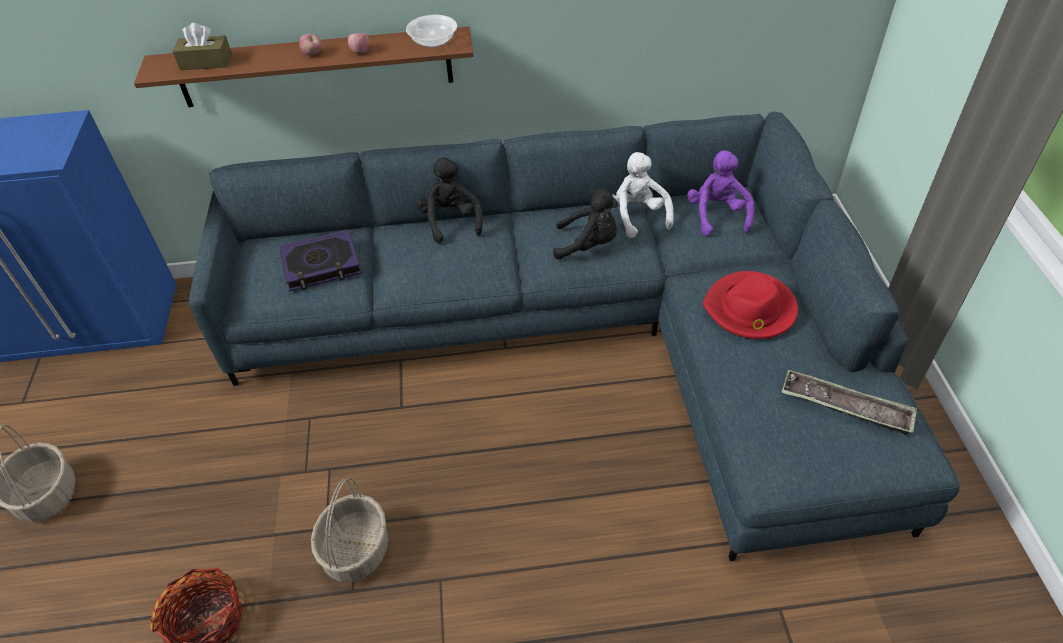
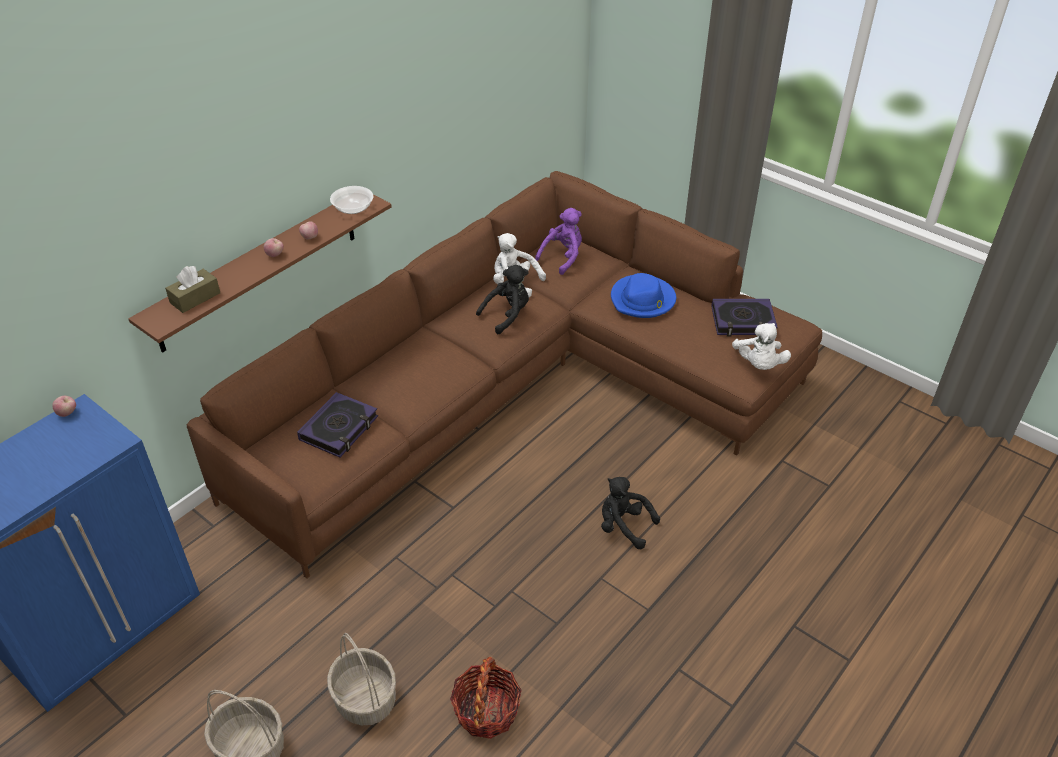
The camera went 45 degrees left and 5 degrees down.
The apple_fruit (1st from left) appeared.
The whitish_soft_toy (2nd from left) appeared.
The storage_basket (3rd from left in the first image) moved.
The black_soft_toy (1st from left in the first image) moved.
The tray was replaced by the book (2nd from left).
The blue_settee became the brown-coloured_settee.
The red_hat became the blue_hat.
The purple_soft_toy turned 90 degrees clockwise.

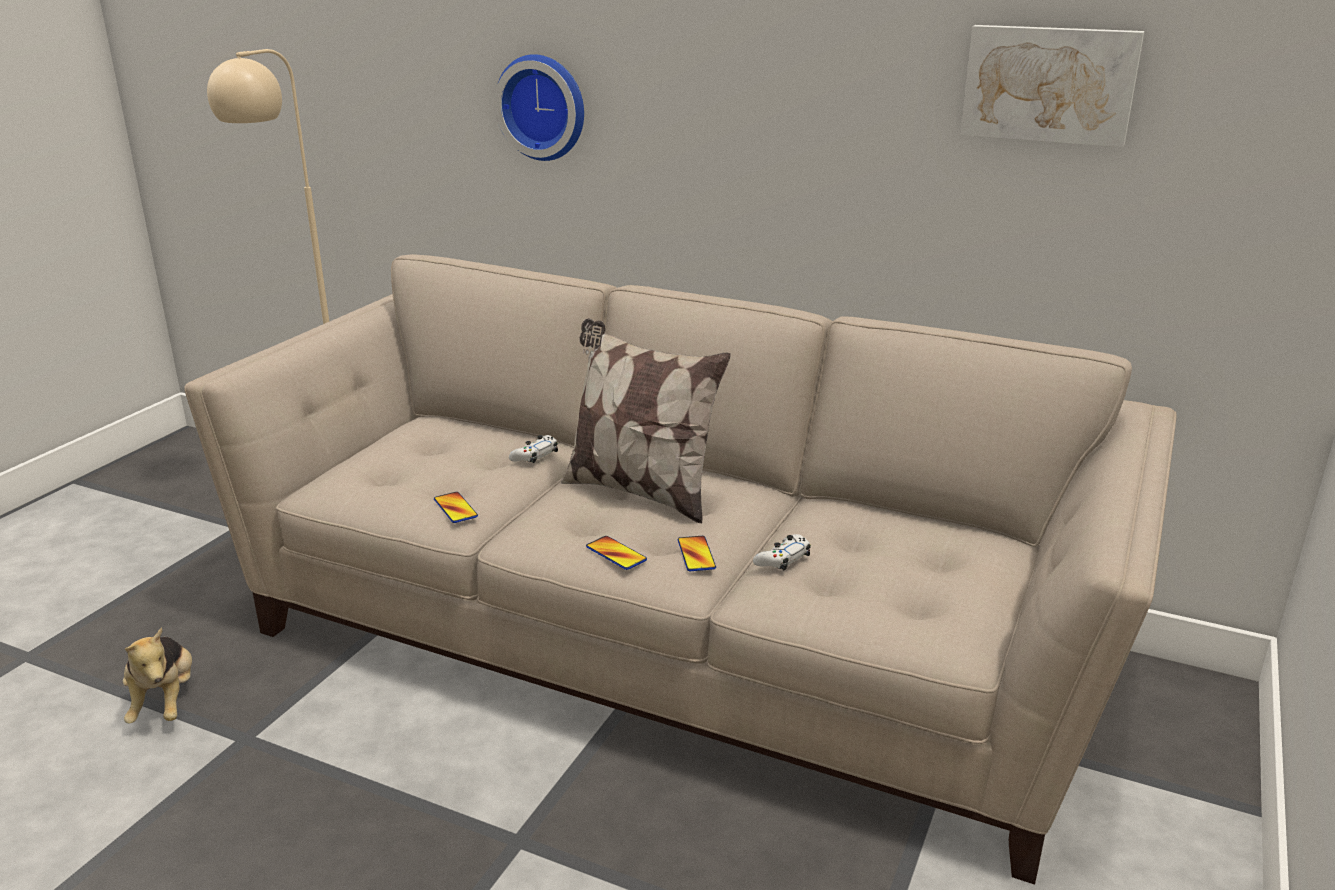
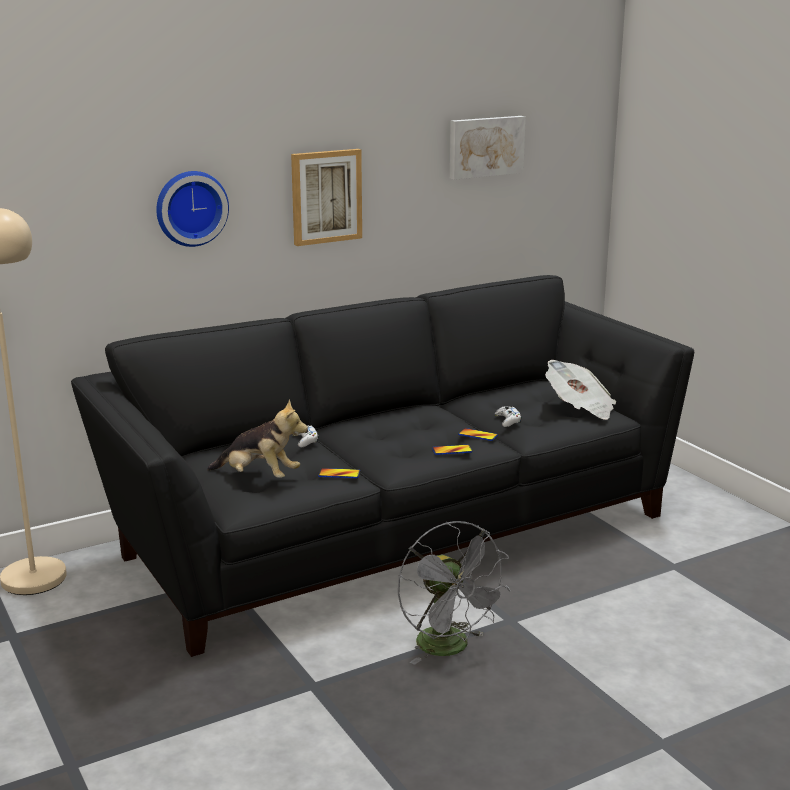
The camera went 55 degrees left and 5 degrees down.
The cushion disappeared.
The wall_picture (1st from left) appeared.
The grey_electric_fan appeared.
The daily_paper appeared.
The soft_toy moved.
The beige_settee became the black_settee.

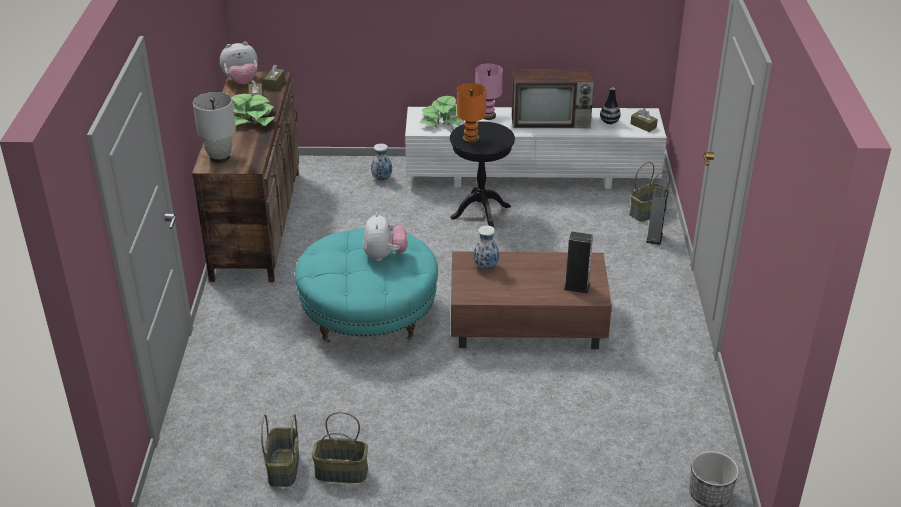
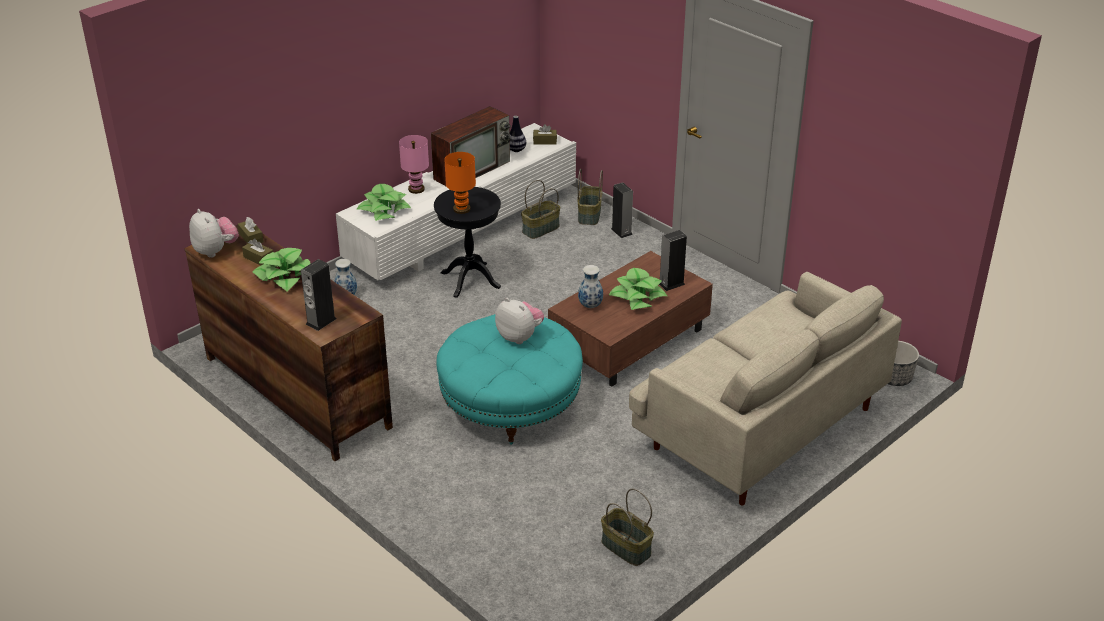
The camera went 45 degrees left and 0 degrees up.
The potted_plant (3rd from left) appeared.
The beige_settee appeared.
The storage_basket (2nd from left in the first image) moved.
The whitish_tabletop_lamp was replaced by the audio_speaker (1st from left).
The soft_toy (1st from left) turned 60 degrees counterclockwise.

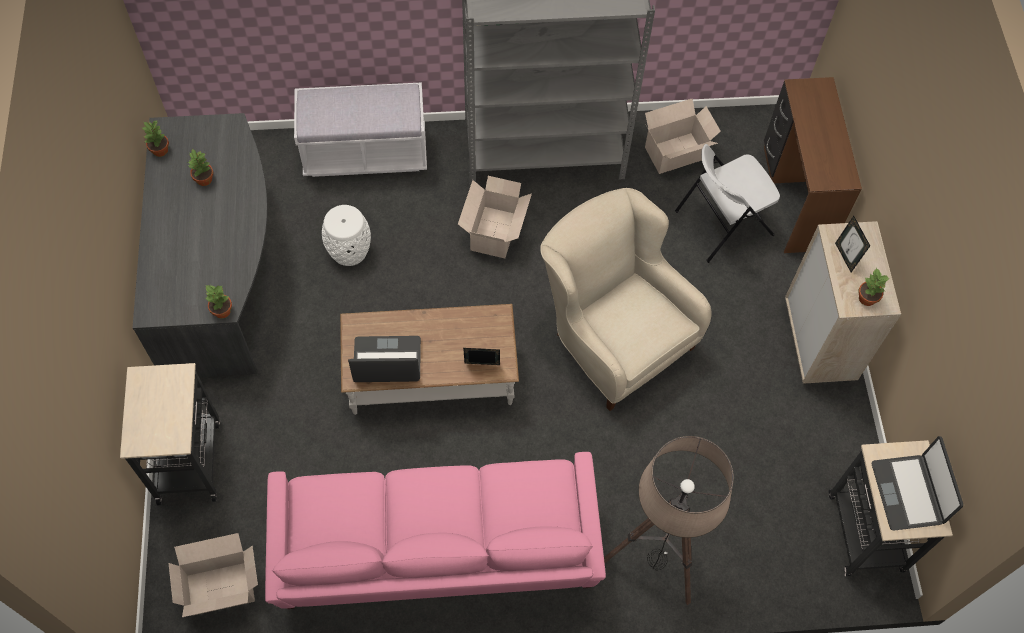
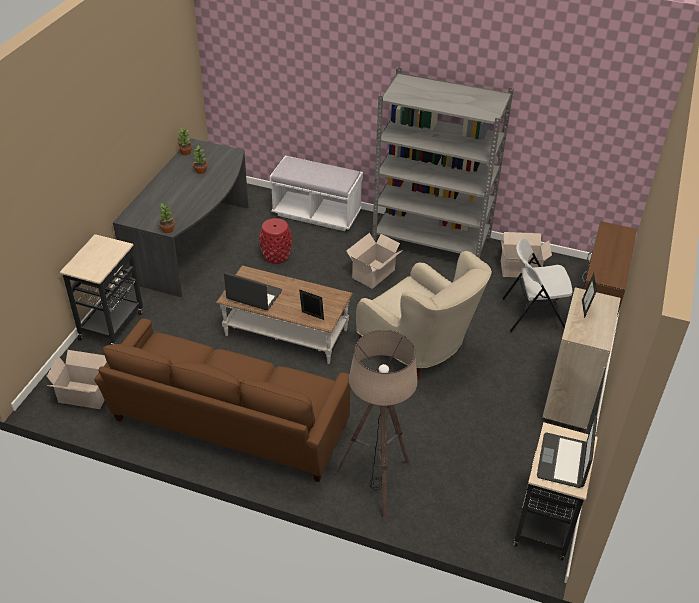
The camera went 25 degrees right and 20 degrees down.
The potted_plant (4th from left) disappeared.
The pinkish_settee became the brown-coloured_settee.
The whitish_stool became the red_stool.
The beige_easy_chair turned 150 degrees clockwise.

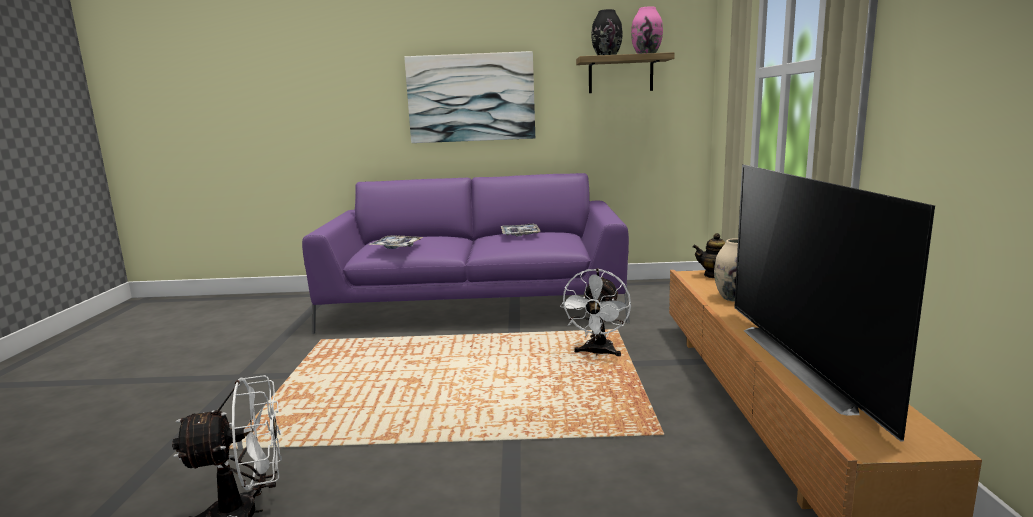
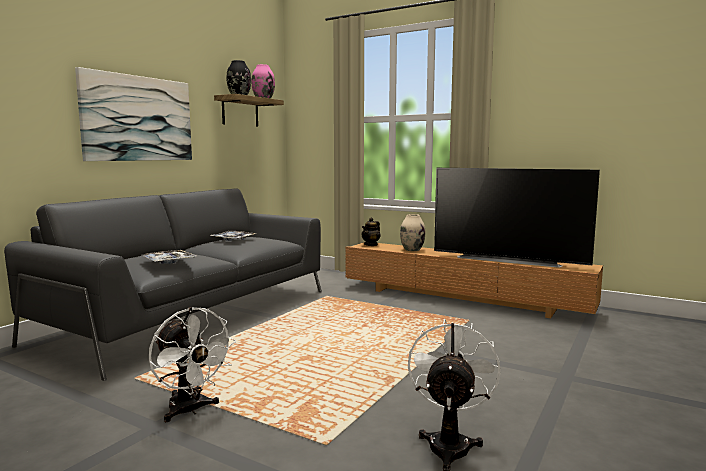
The camera went 60 degrees left and 5 degrees down.
The whitish_electric_fan (2nd from left in the first image) moved.
The purple_settee became the grey_settee.

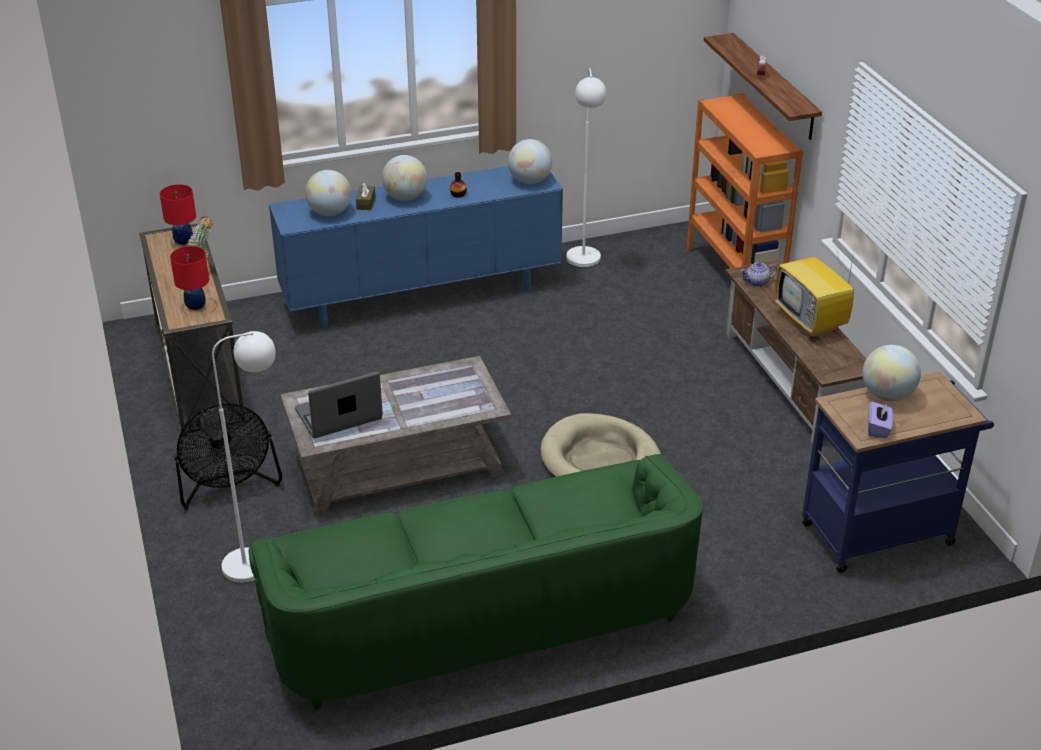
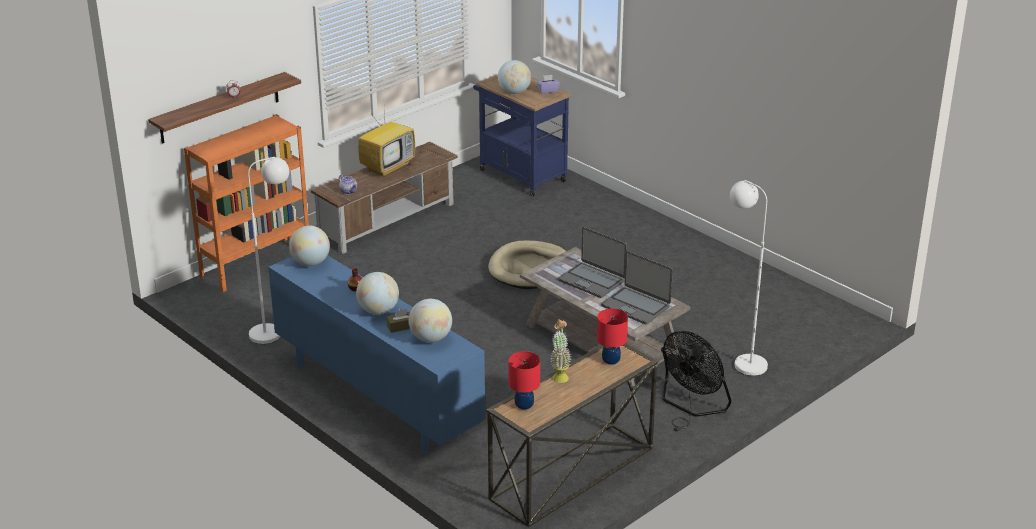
The camera went 115 degrees left and 5 degrees down.
The green-coloured_settee disappeared.
The notebook_computer (1st from left) appeared.

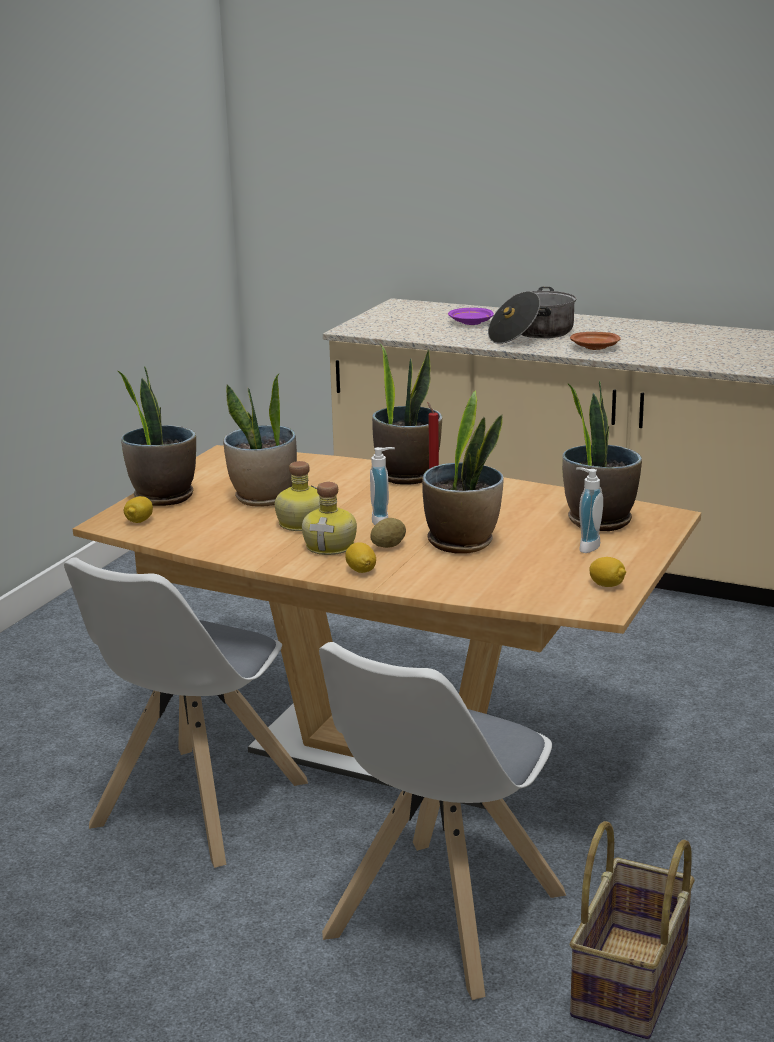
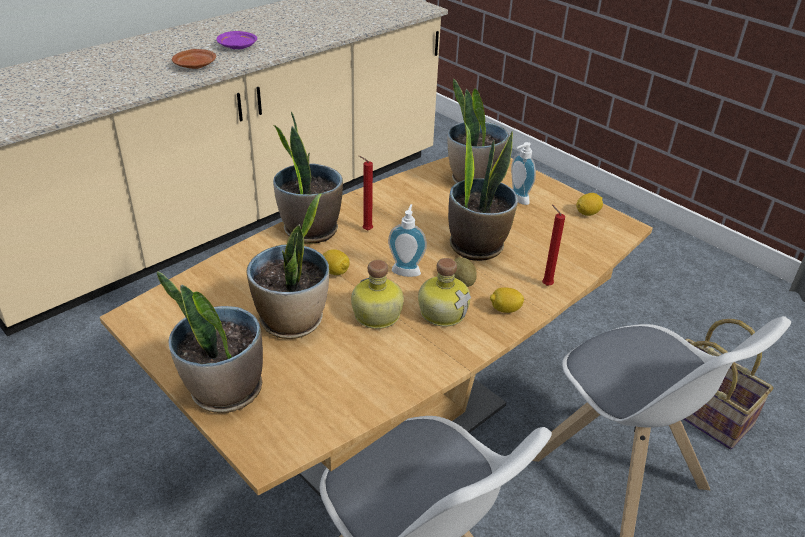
The camera went 70 degrees left and 15 degrees up.
The cooking_pot disappeared.
The red_candle (2nd from left) appeared.
The whole_lemon (1st from left) moved.
The purple_plate moved.

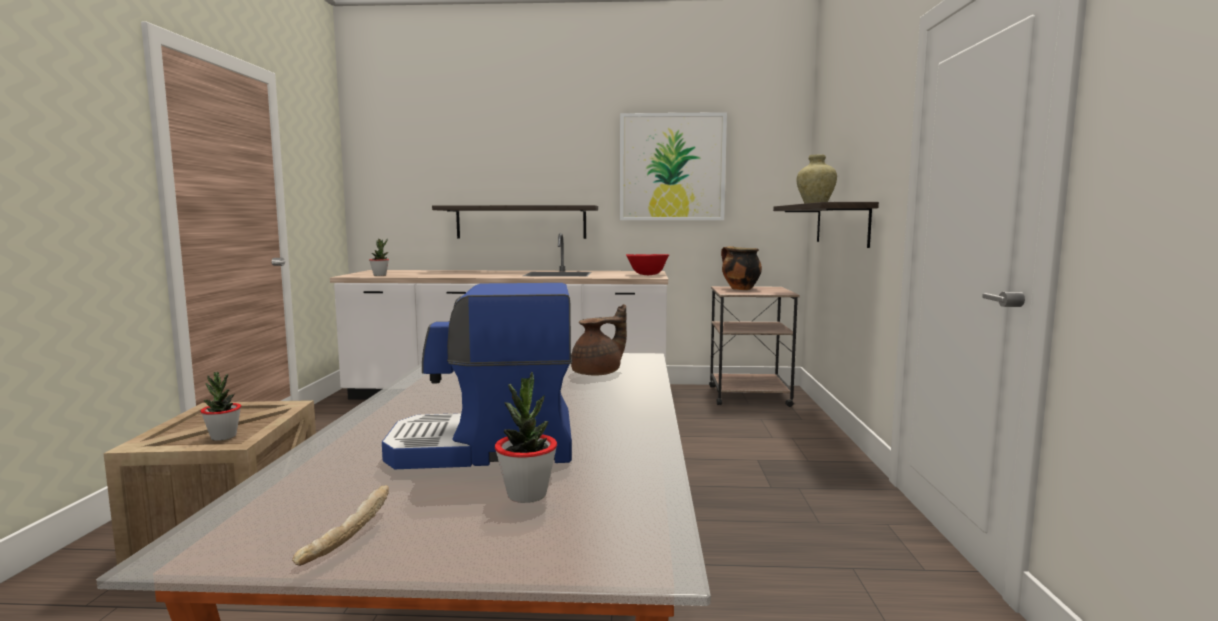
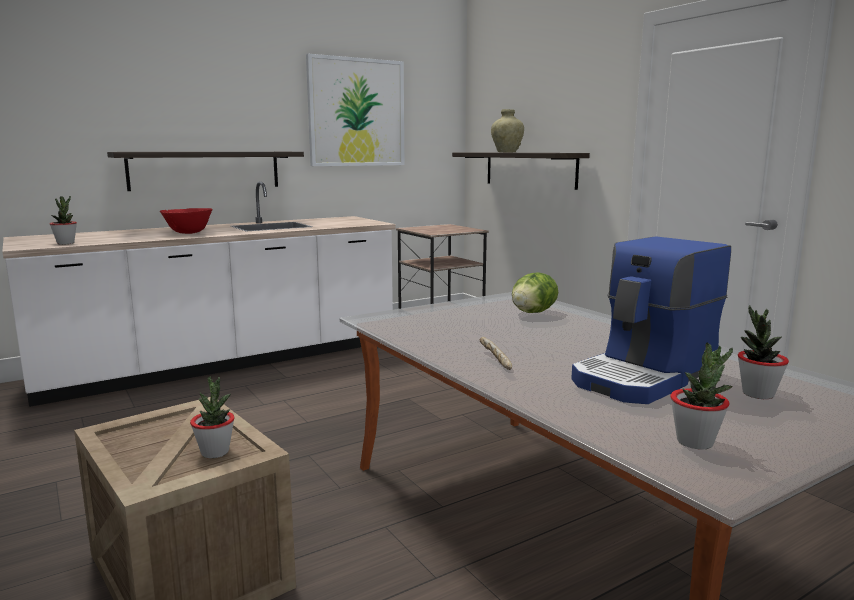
The camera went 35 degrees left and 5 degrees up.
The cooking_pot disappeared.
The potted_plant (3rd from left) appeared.
The bread moved.
The red_serving_bowl moved.
The brown-coloured_pot_for_tea was replaced by the head_of_lettuce.

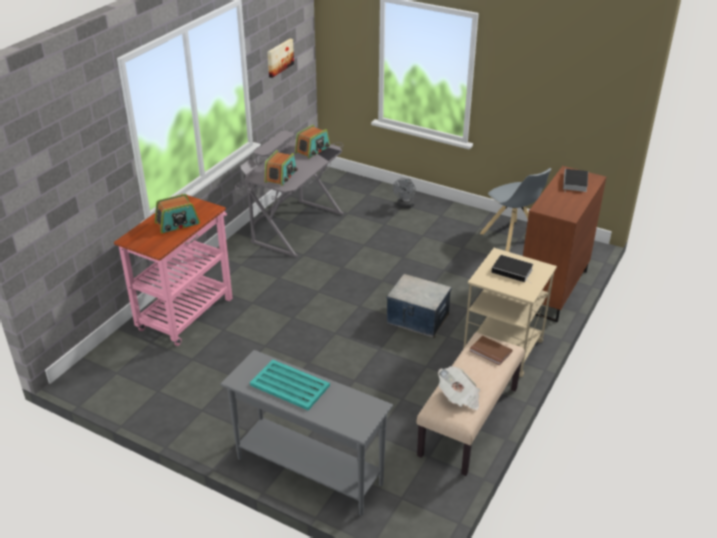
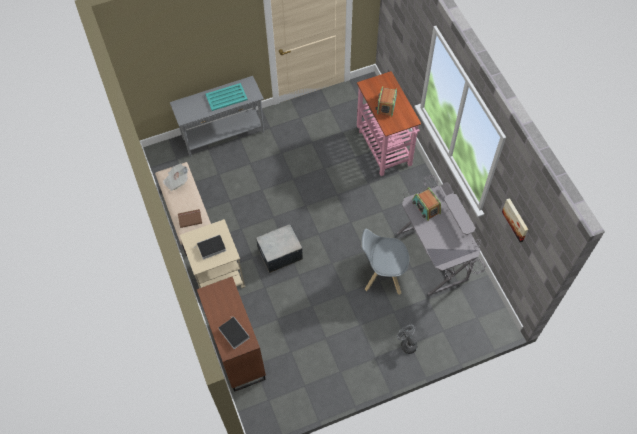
The camera went 130 degrees right and 25 degrees up.
The radio_set (3rd from left) disappeared.
The grey_plain_chair moved.

